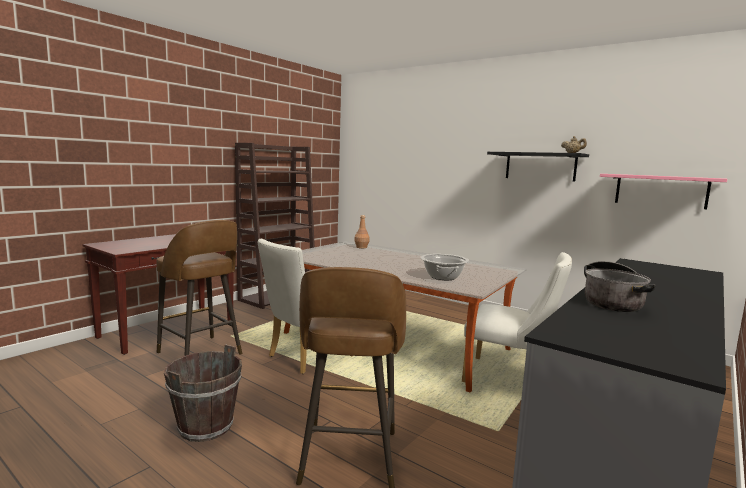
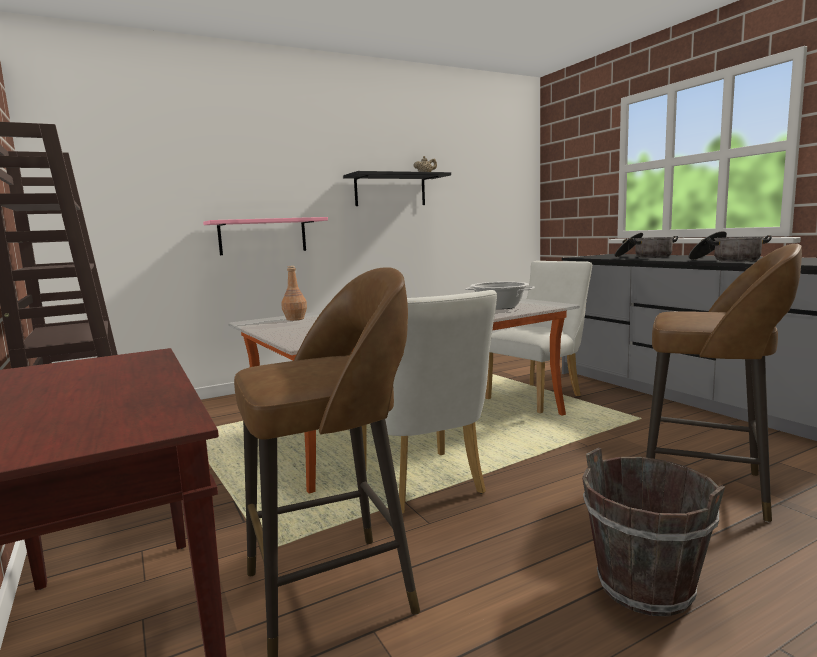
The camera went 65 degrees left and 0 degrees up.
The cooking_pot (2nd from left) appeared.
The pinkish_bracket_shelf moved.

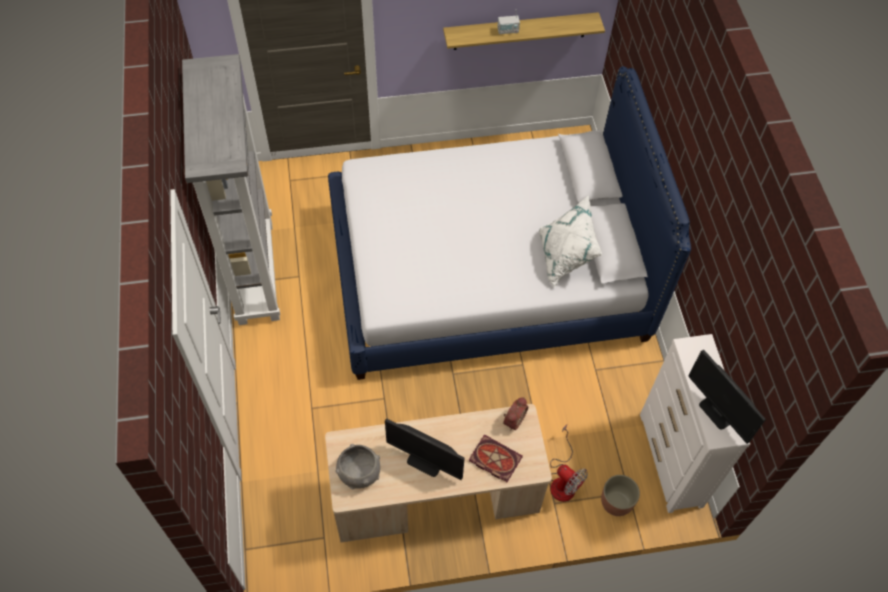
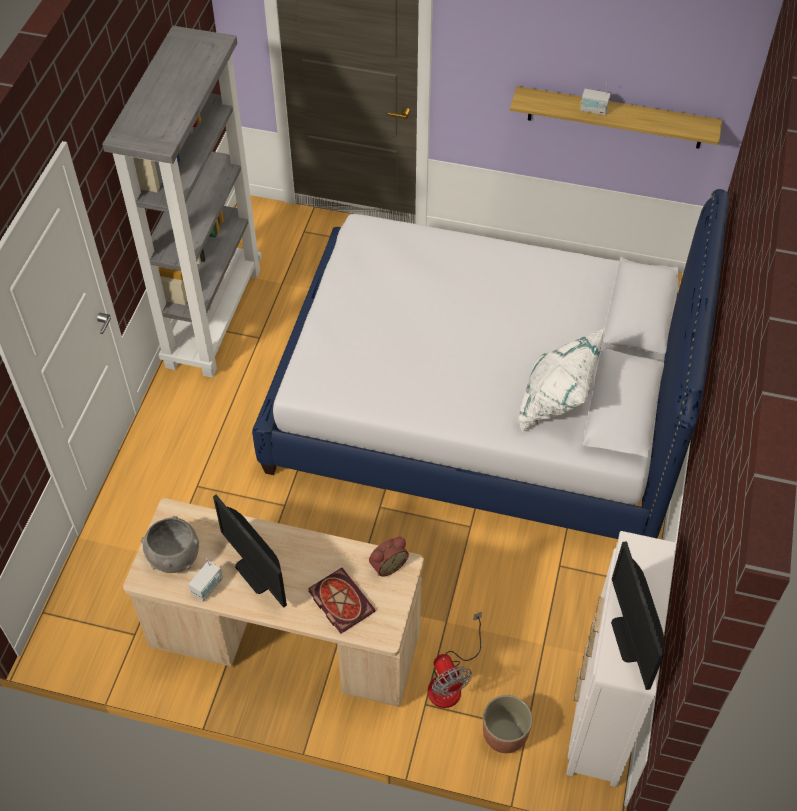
The camera went 25 degrees right and 5 degrees down.
The radio_set (1st from left) appeared.

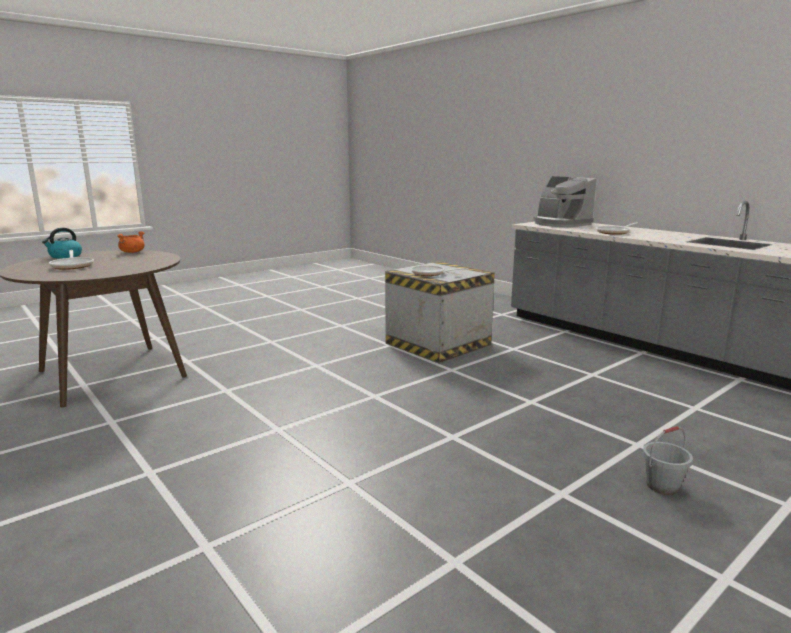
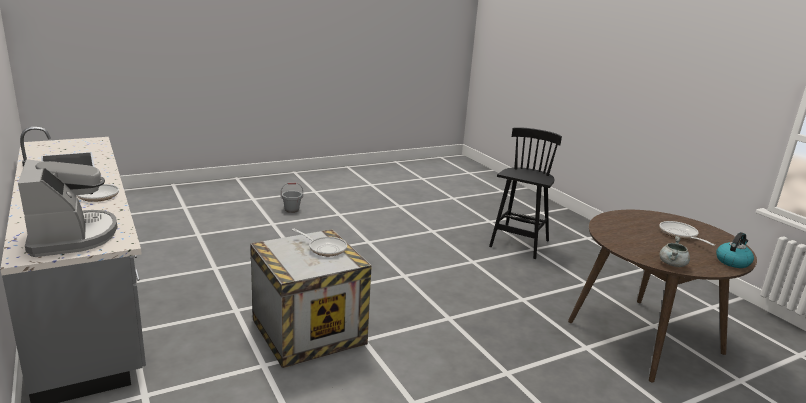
The camera went 170 degrees left and 5 degrees up.
The black_stool appeared.
The orange-coloured_cooking_pot became the grey_cooking_pot.

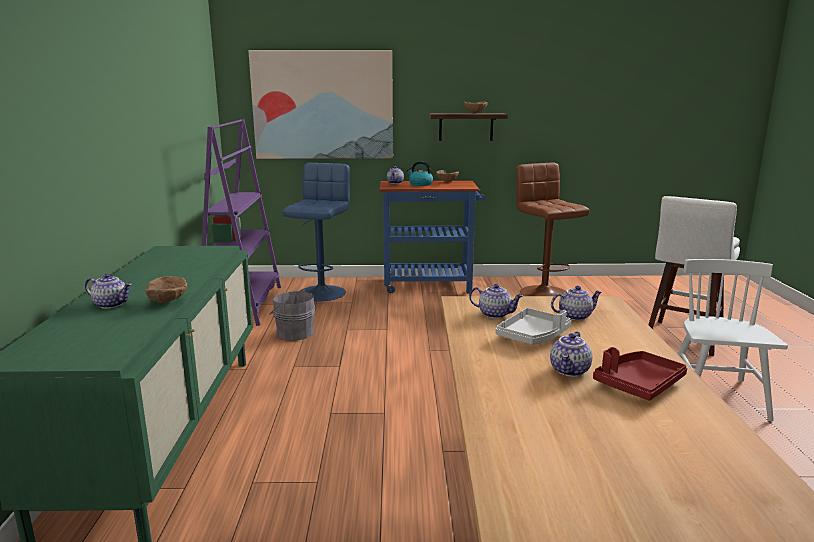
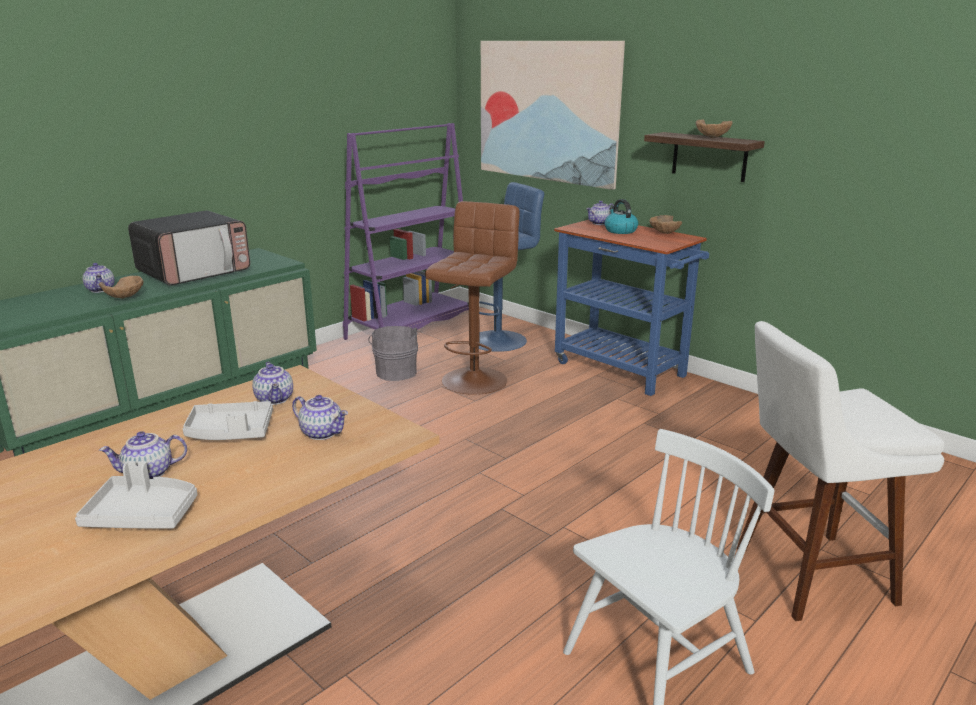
The camera went 45 degrees right and 5 degrees up.
The microwave appeared.
The brown-coloured_stool moved.
The red_tray became the grey_tray (1st from left).

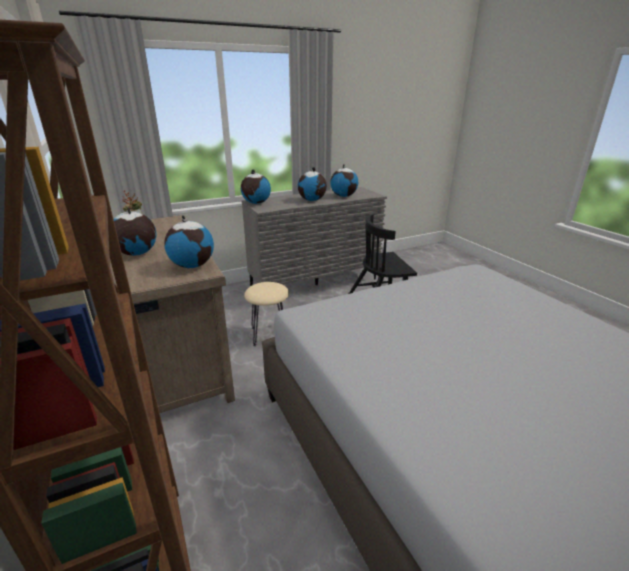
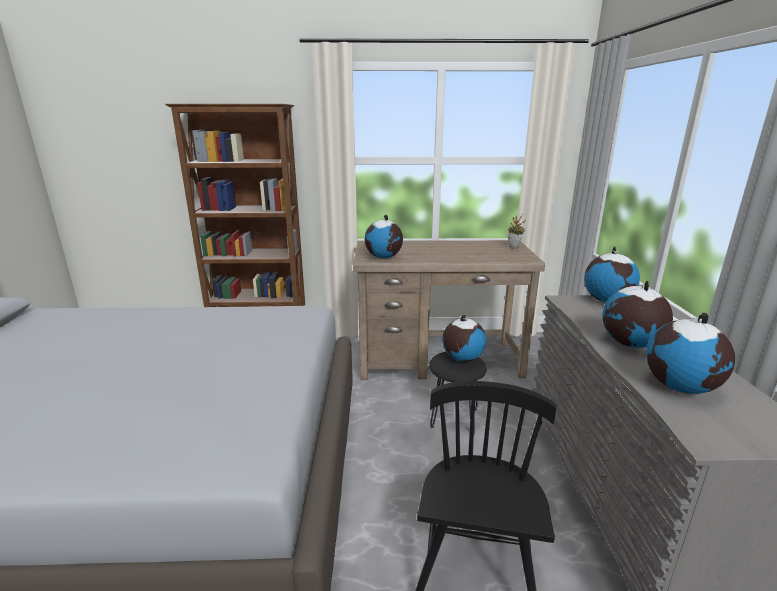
The camera went 115 degrees right and 5 degrees down.
The globe (1st from left in the first image) moved.
The beige_stool became the black_stool.

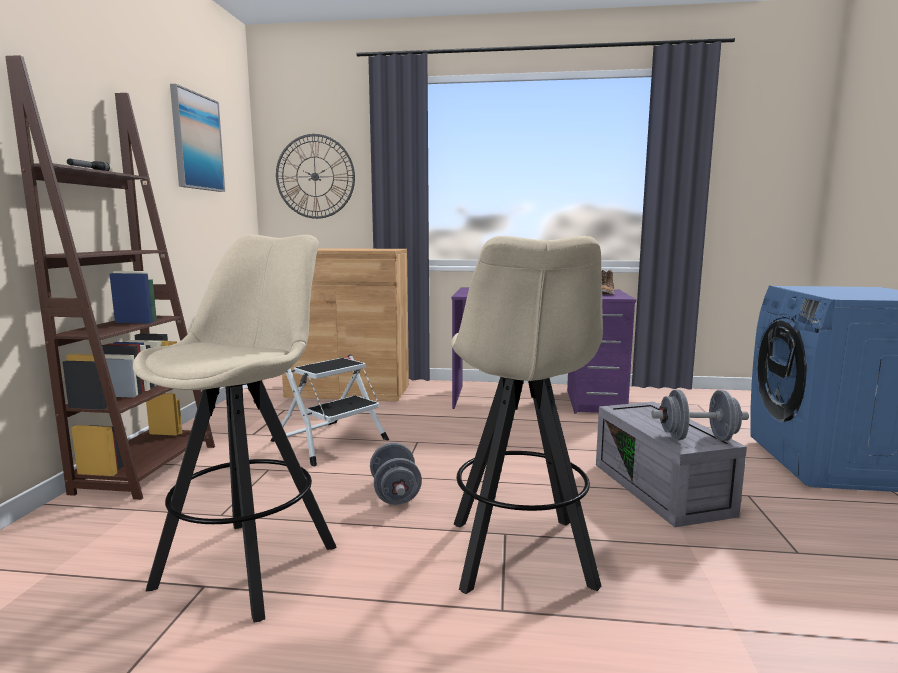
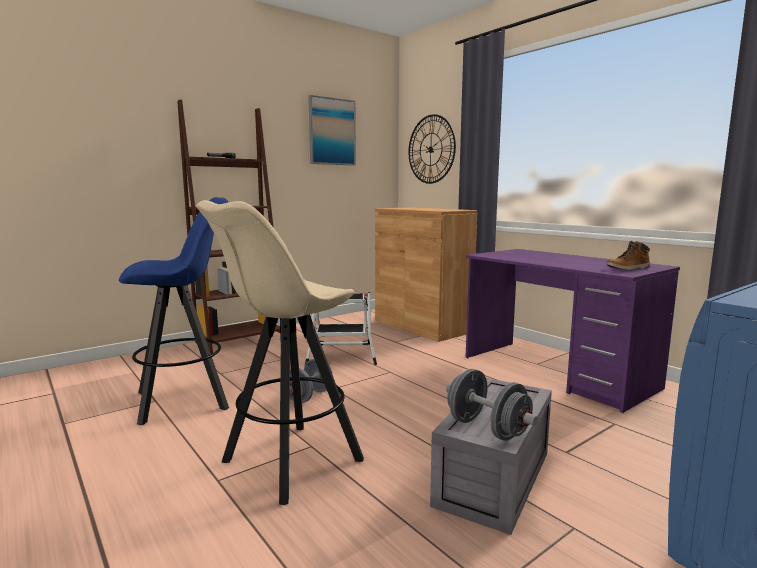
The camera went 45 degrees right and 0 degrees up.
The beige_stool (1st from left) became the blue_stool.

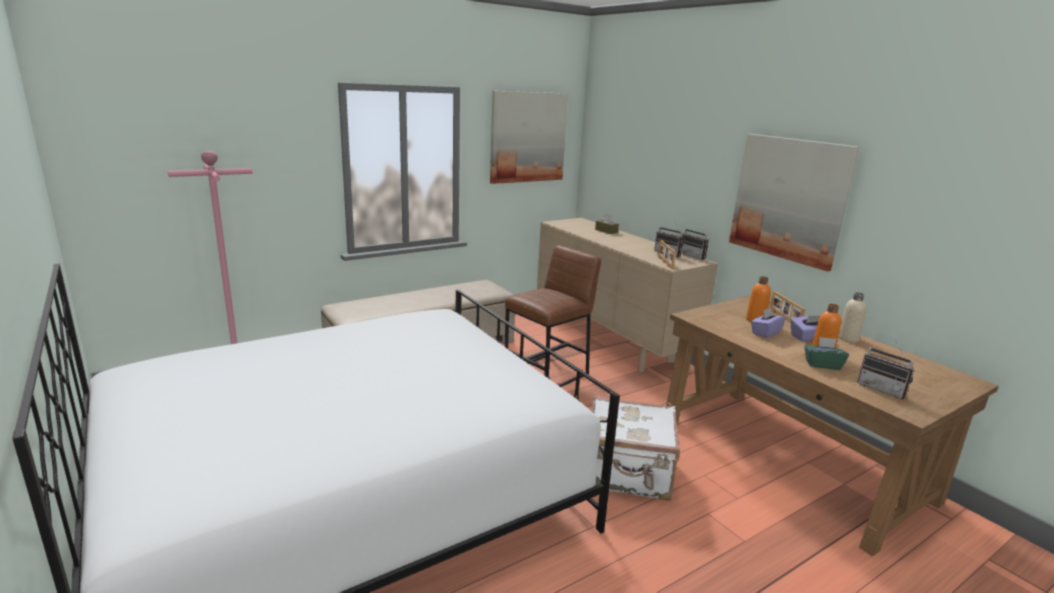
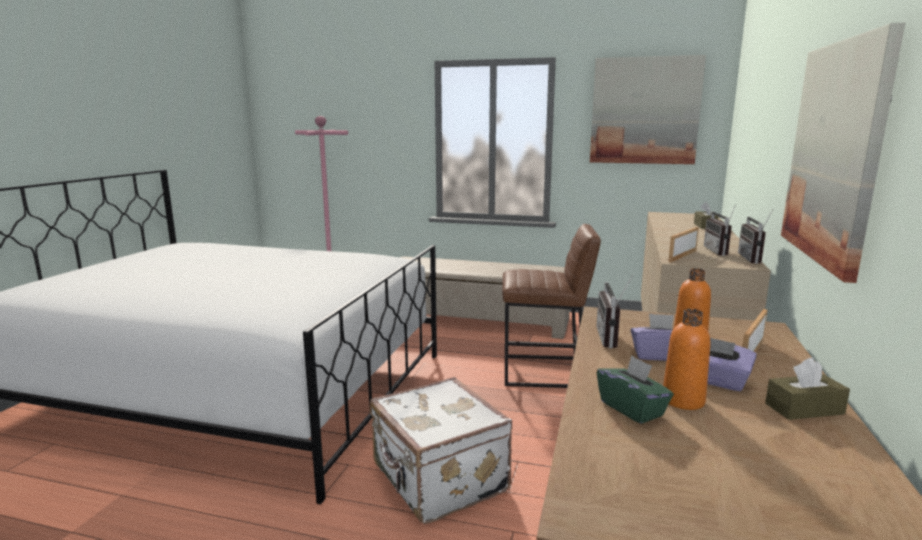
The camera went 50 degrees right and 5 degrees down.
The radio_set (3rd from left in the first image) moved.
The beige_drink_bottle was replaced by the brown-coloured_box_of_tissues (2nd from left).

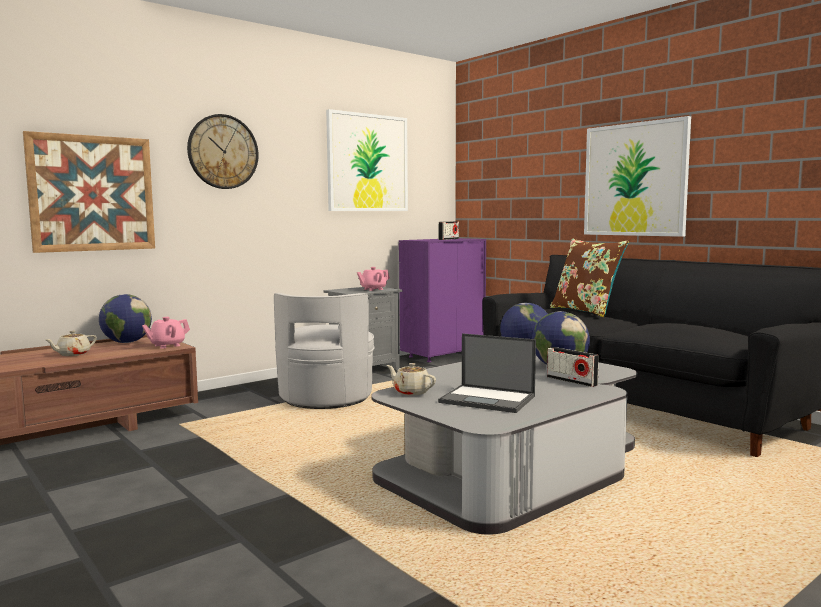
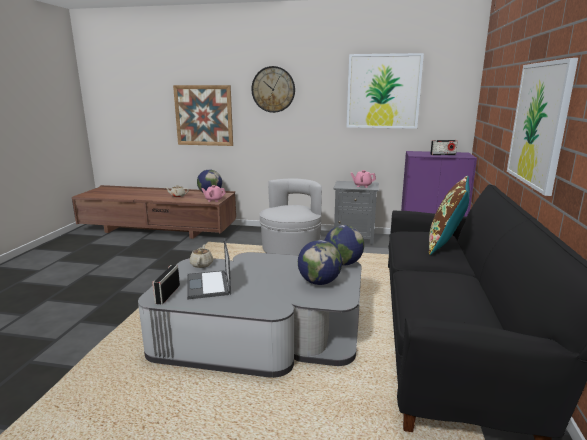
The camera went 50 degrees right and 10 degrees up.
The radio_set (2nd from left in the first image) moved.
The whitish_easy_chair turned 150 degrees clockwise.

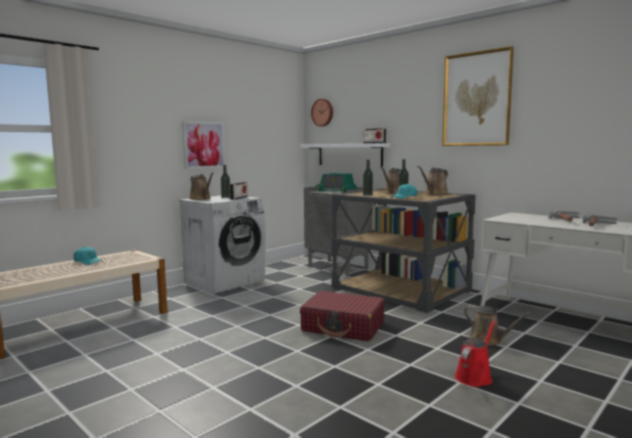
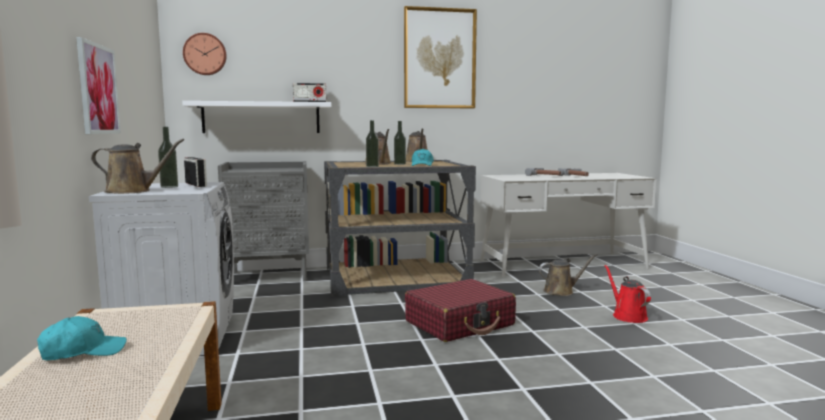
The camera went 55 degrees left and 0 degrees up.
The radio_set (2nd from left) disappeared.

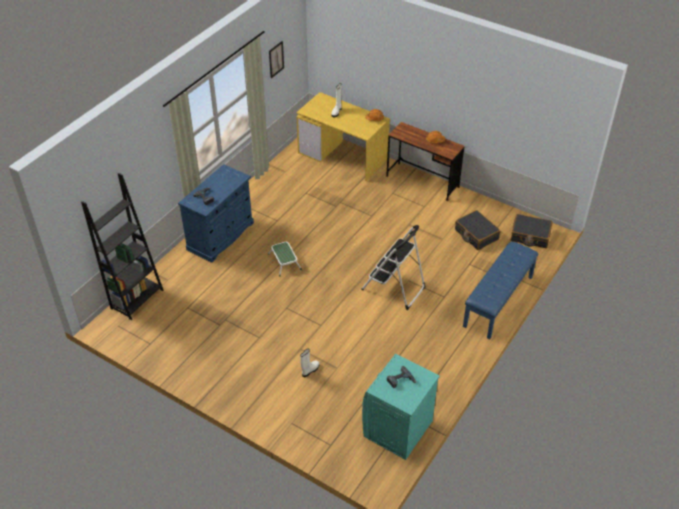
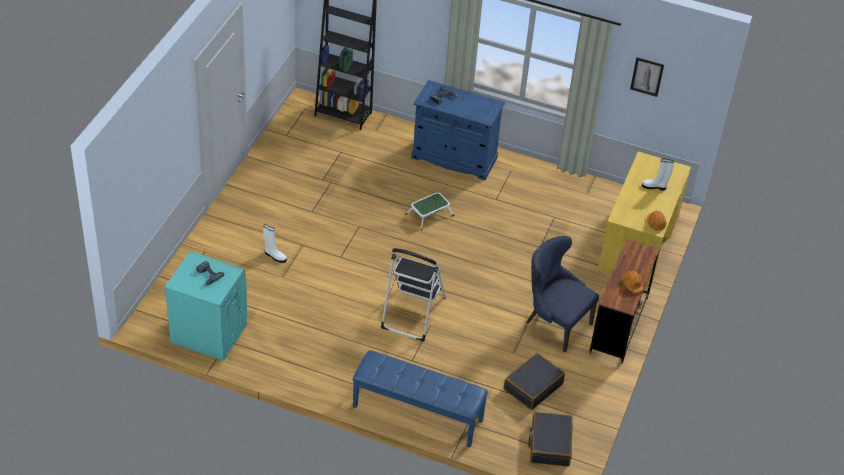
The camera went 75 degrees right and 0 degrees up.
The blue_plain_chair appeared.

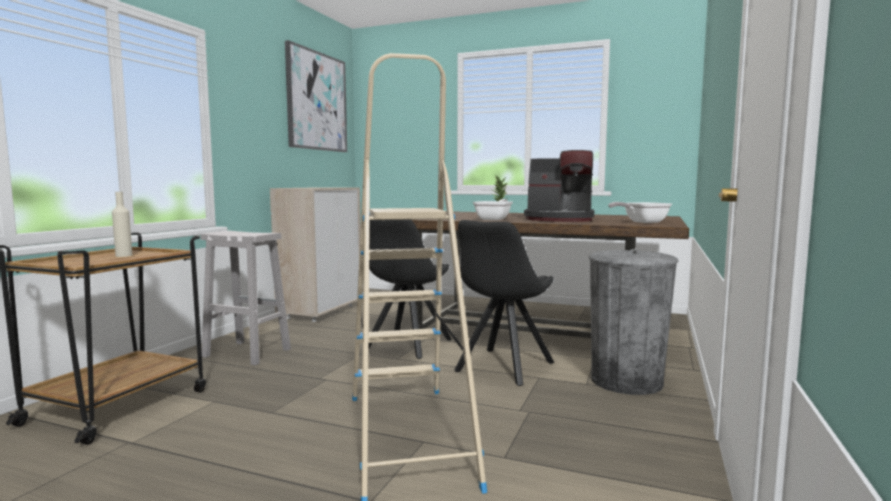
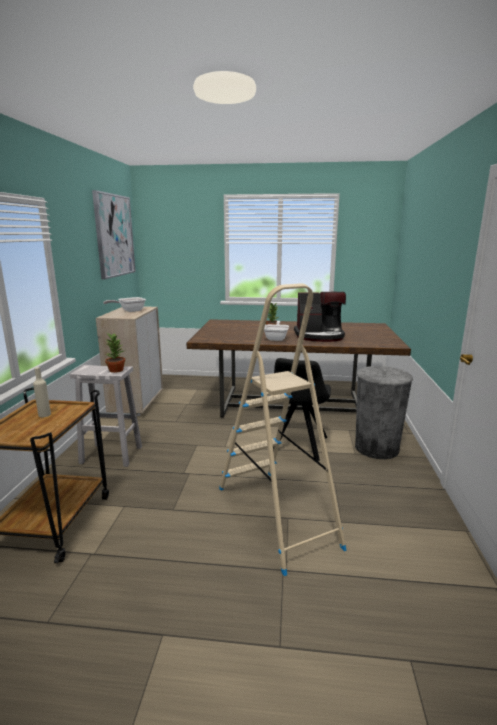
The camera went 15 degrees left and 10 degrees up.
The black_plain_chair (1st from left) disappeared.
The potted_plant (1st from left) appeared.
The pan (2nd from left in the first image) moved.

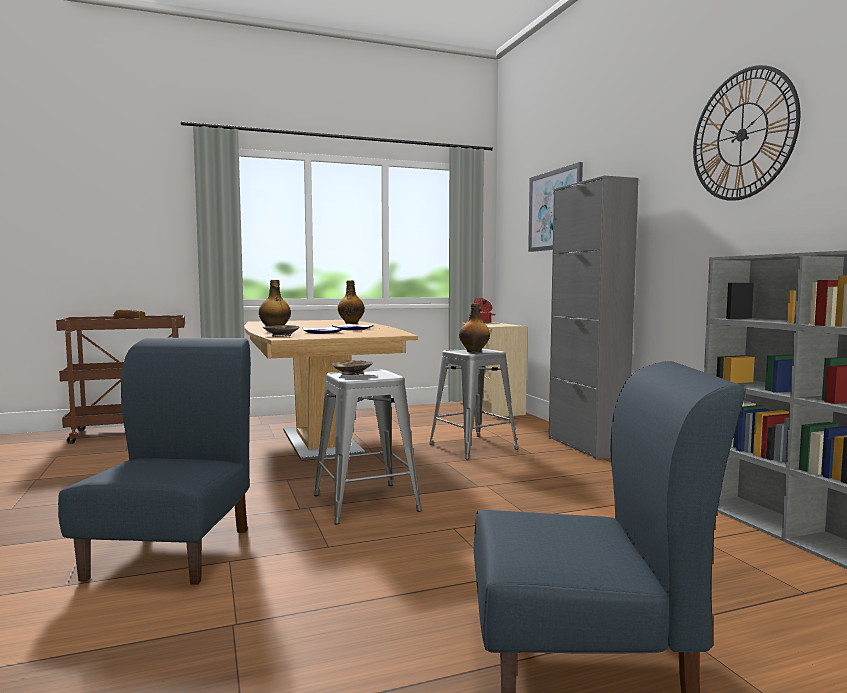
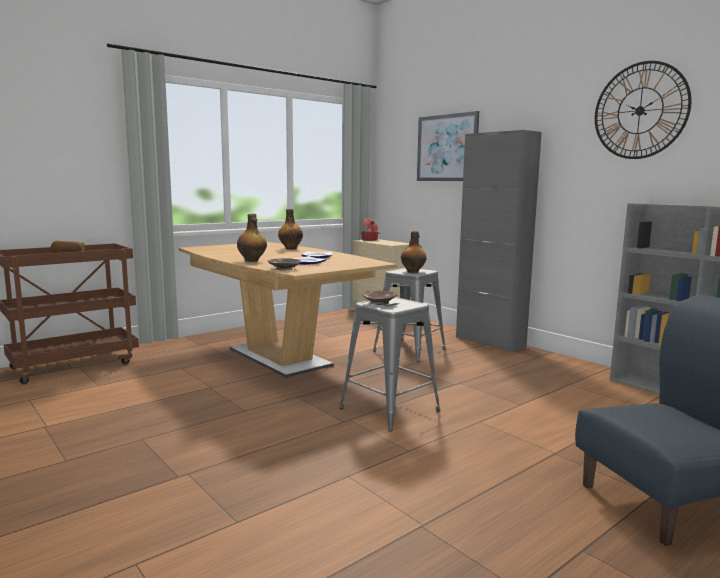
The camera went 20 degrees left and 5 degrees up.
The blue_plain_chair (1st from left) disappeared.

